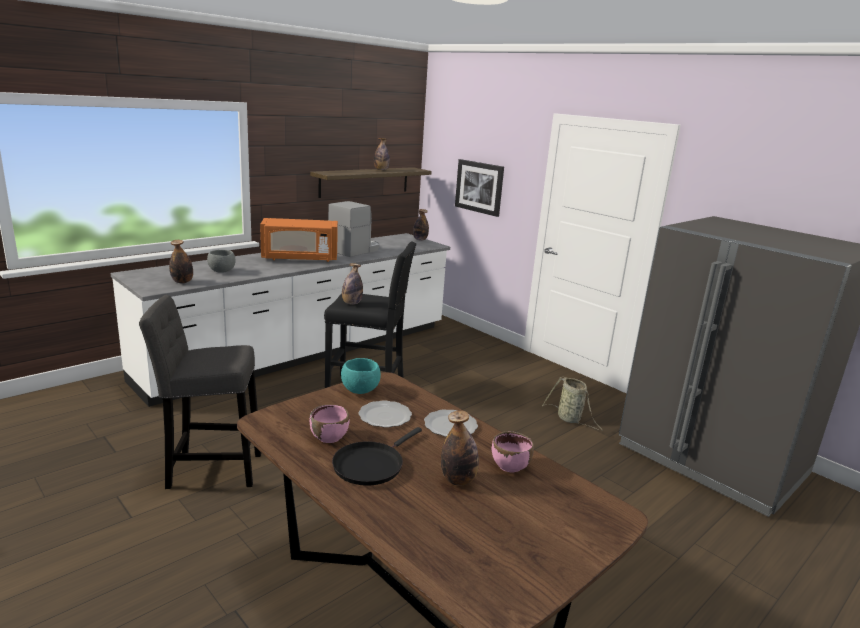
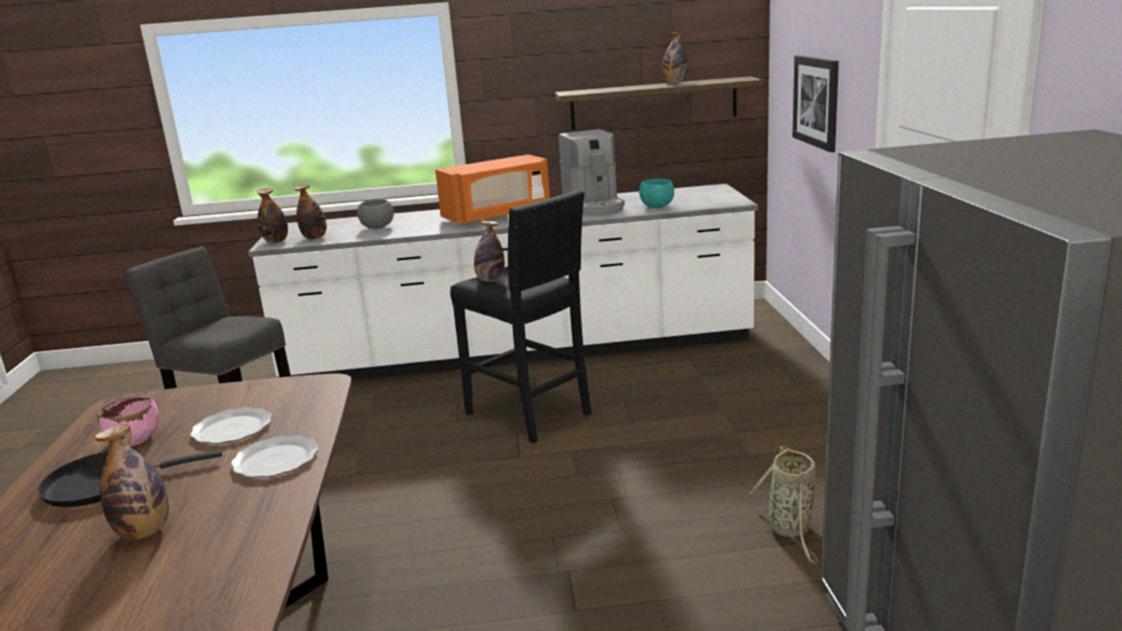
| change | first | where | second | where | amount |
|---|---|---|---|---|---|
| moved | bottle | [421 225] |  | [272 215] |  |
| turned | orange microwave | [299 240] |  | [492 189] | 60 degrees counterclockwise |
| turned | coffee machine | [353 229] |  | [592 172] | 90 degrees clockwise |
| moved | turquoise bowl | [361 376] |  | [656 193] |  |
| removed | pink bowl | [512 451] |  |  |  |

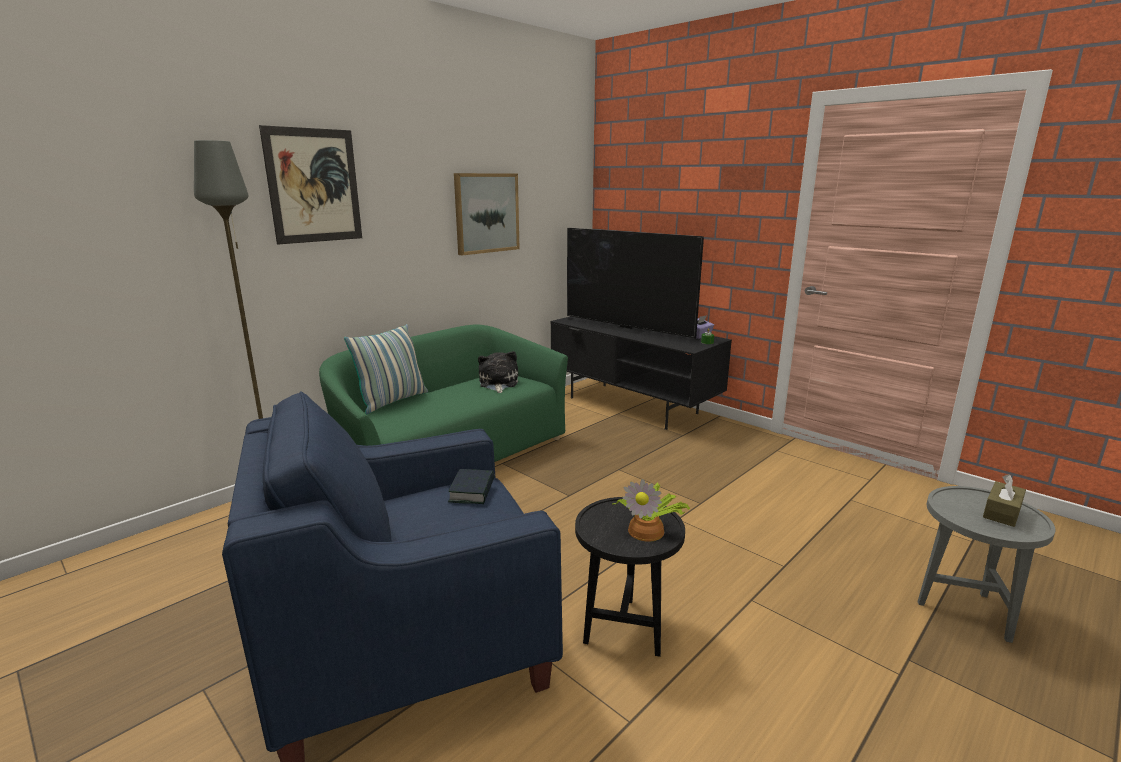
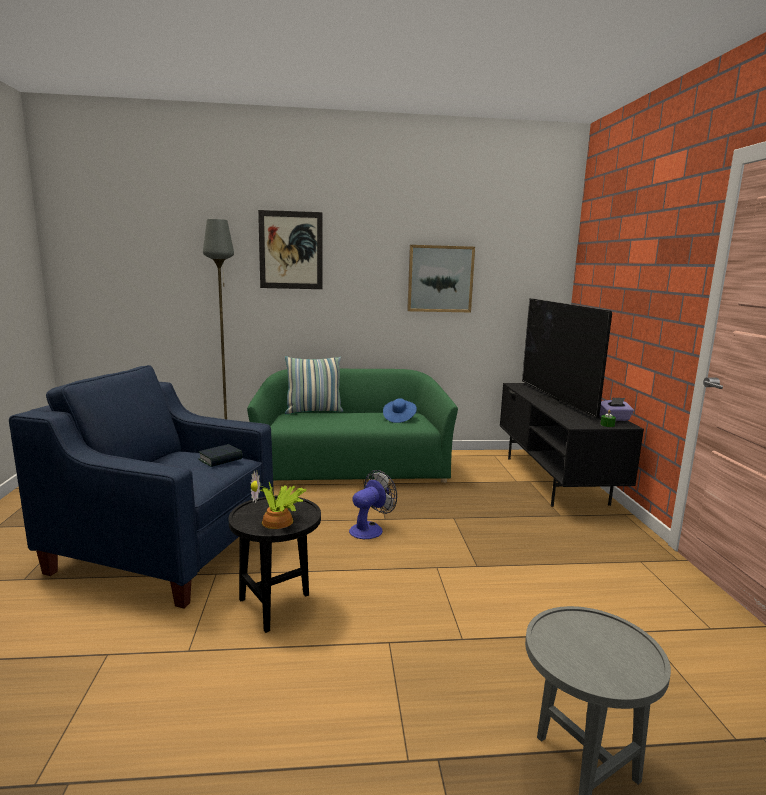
| change | first | where | second | where | amount |
|---|---|---|---|---|---|
| added |  |  | fan | [373 504] |  |
| replaced | plush toy | [498 372] | blue hat | [400 410] |  |
| removed | brown tissue box | [1004 500] |  |  |  |

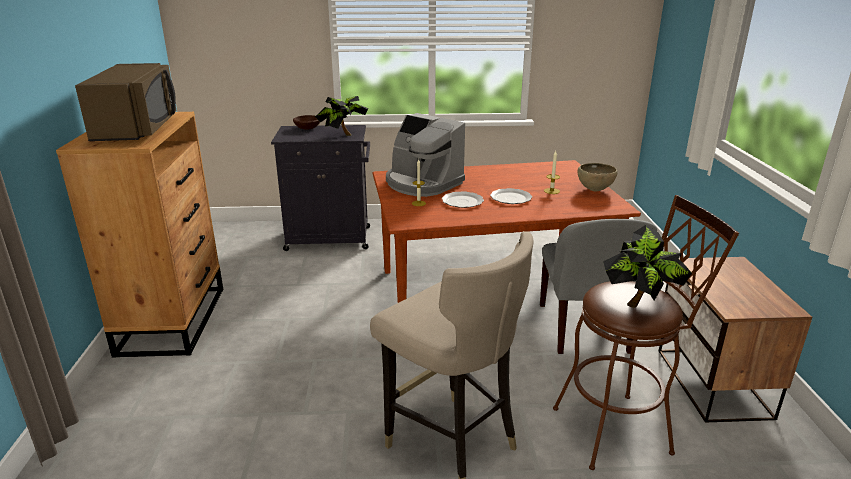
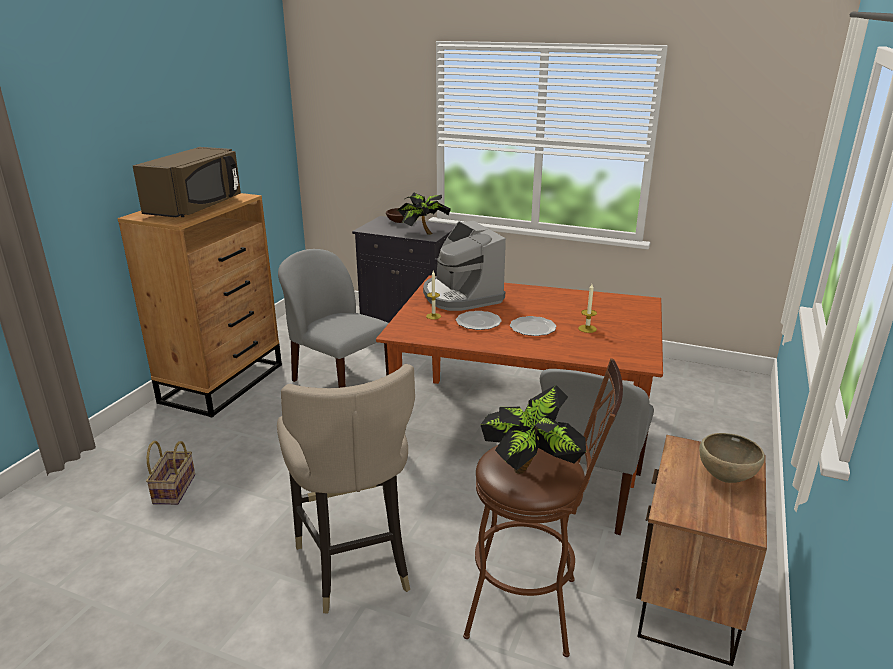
| change | first | where | second | where | amount |
|---|---|---|---|---|---|
| added |  |  | basket | [170 473] |  |
| added |  |  | grey chair | [333 318] |  |
| moved | brown bowl | [597 177] |  | [732 458] |  |

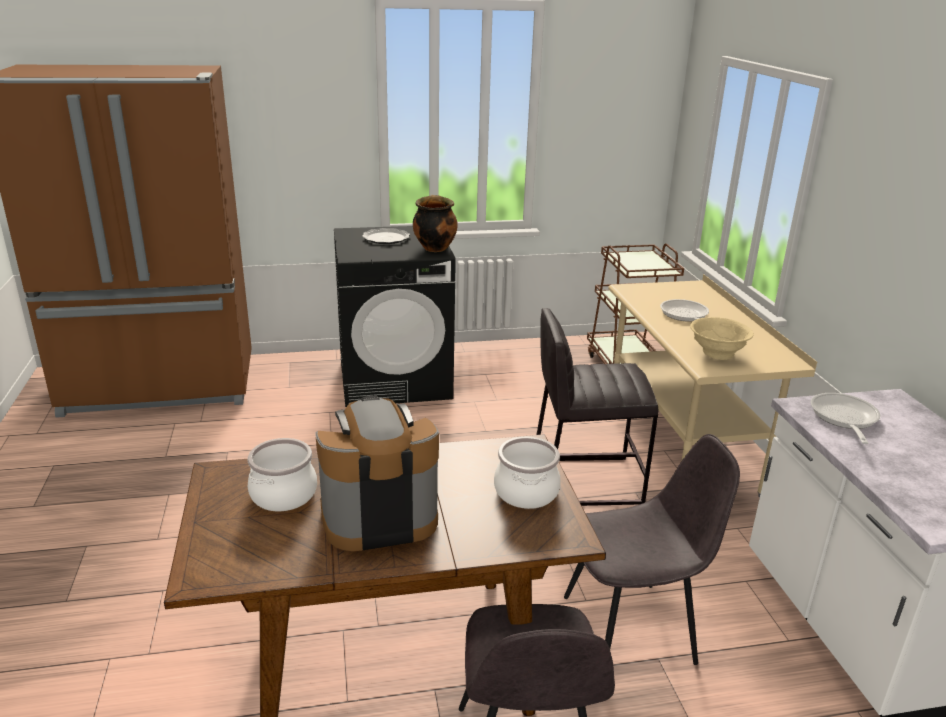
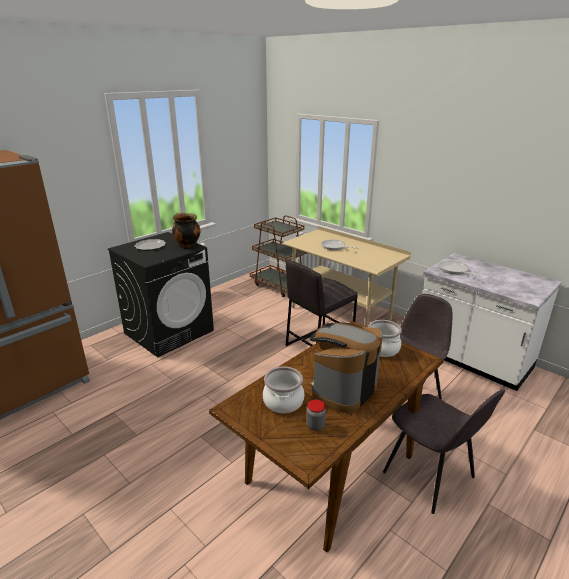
| change | first | where | second | where | amount |
|---|---|---|---|---|---|
| added |  |  | jar | [316 415] |  |
| removed | beige bowl | [722 338] |  |  |  |

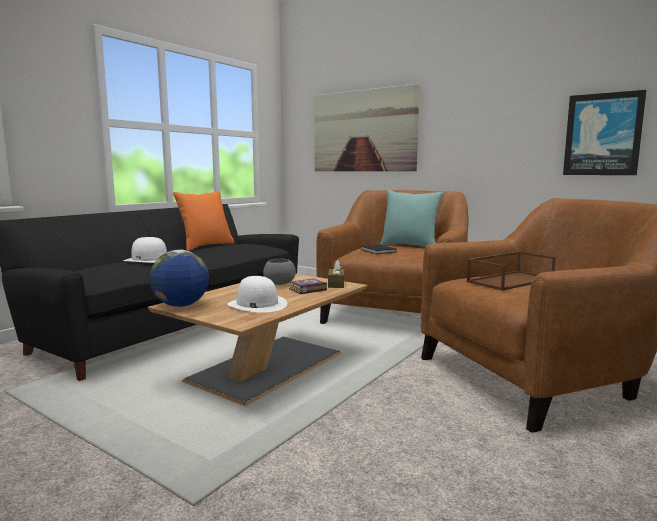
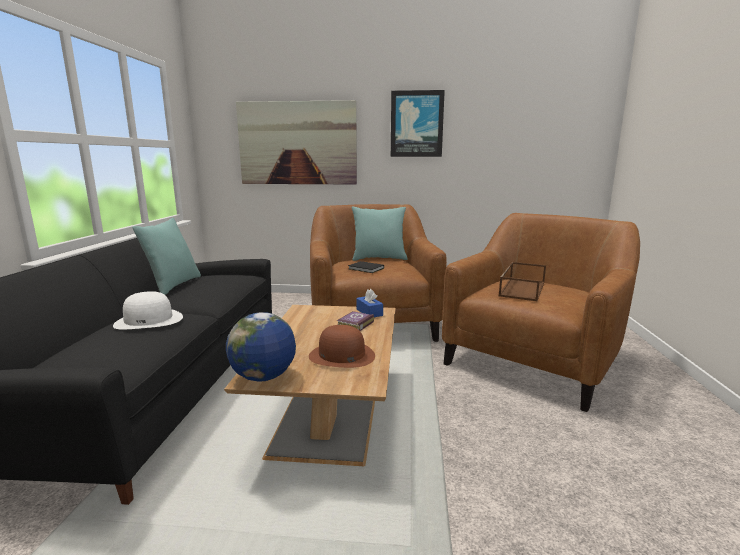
| change | first | where | second | where | amount |
|---|---|---|---|---|---|
| recoloured | orange pillow | [203 221] | turquoise pillow | [166 256] |  |
| recoloured | white hat | [257 294] | brown hat | [342 346] |  |
| recoloured | brown tissue box | [336 274] | blue tissue box | [369 303] |  |
| moved | picture | [604 132] |  | [418 123] |  |
| removed | grey bowl | [279 272] |  |  |  |

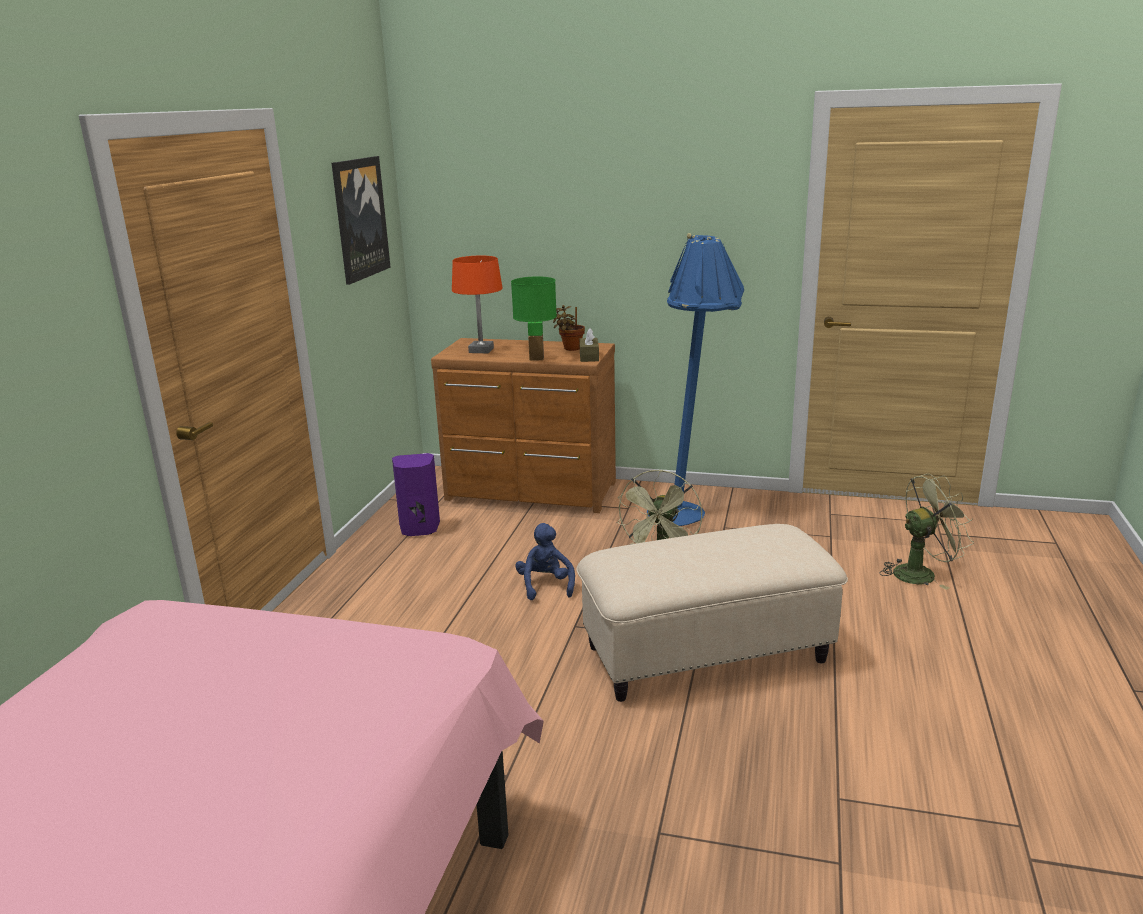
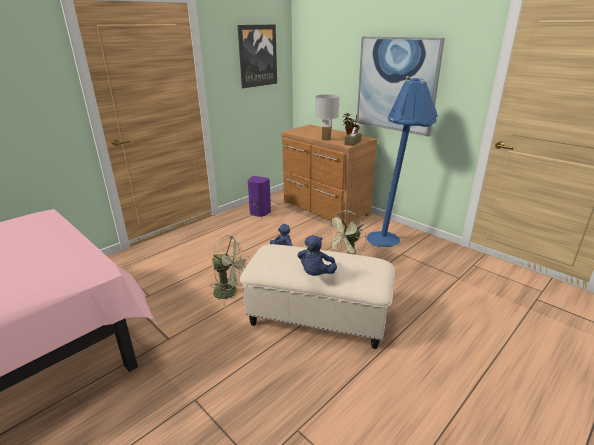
| change | first | where | second | where | amount |
|---|---|---|---|---|---|
| moved | green fan | [926 532] |  | [230 270] |  |
| added |  |  | blue plush toy | [317 255] |  |
| recoloured | green table lamp | [534 318] | white table lamp | [327 117] |  |
| added |  |  | picture | [401 86] |  |
| removed | orange table lamp | [477 304] |  |  |  |

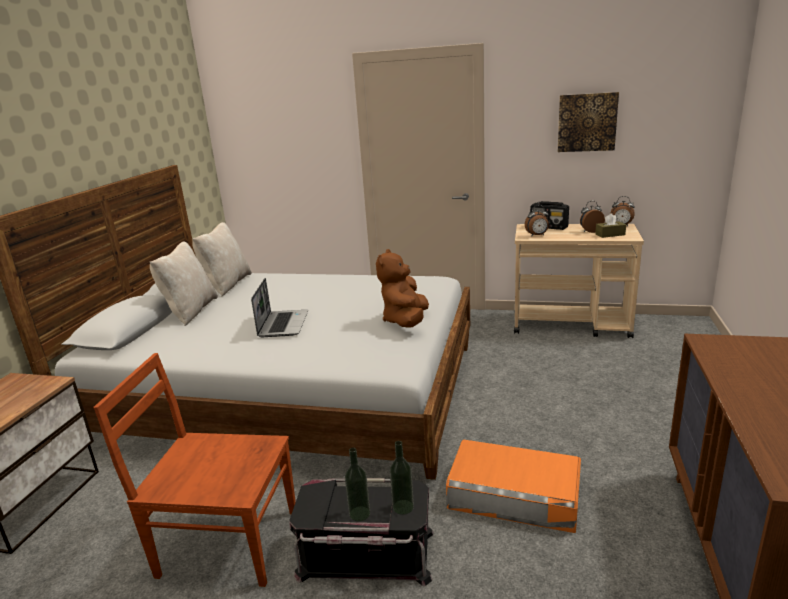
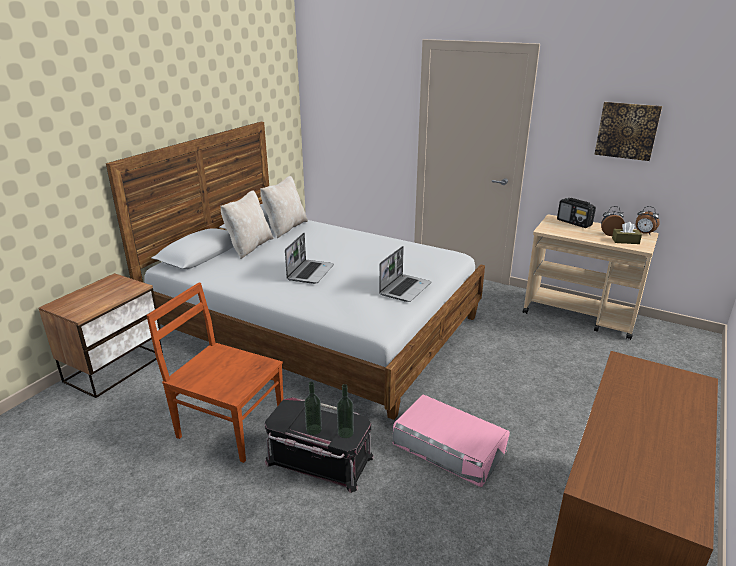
| change | first | where | second | where | amount |
|---|---|---|---|---|---|
| replaced | brown plush toy | [402 288] | laptop | [405 274] |  |
| recoloured | orange storage box | [513 486] | pink storage box | [451 441] |  |
| removed | alarm clock | [537 220] |  |  |  |

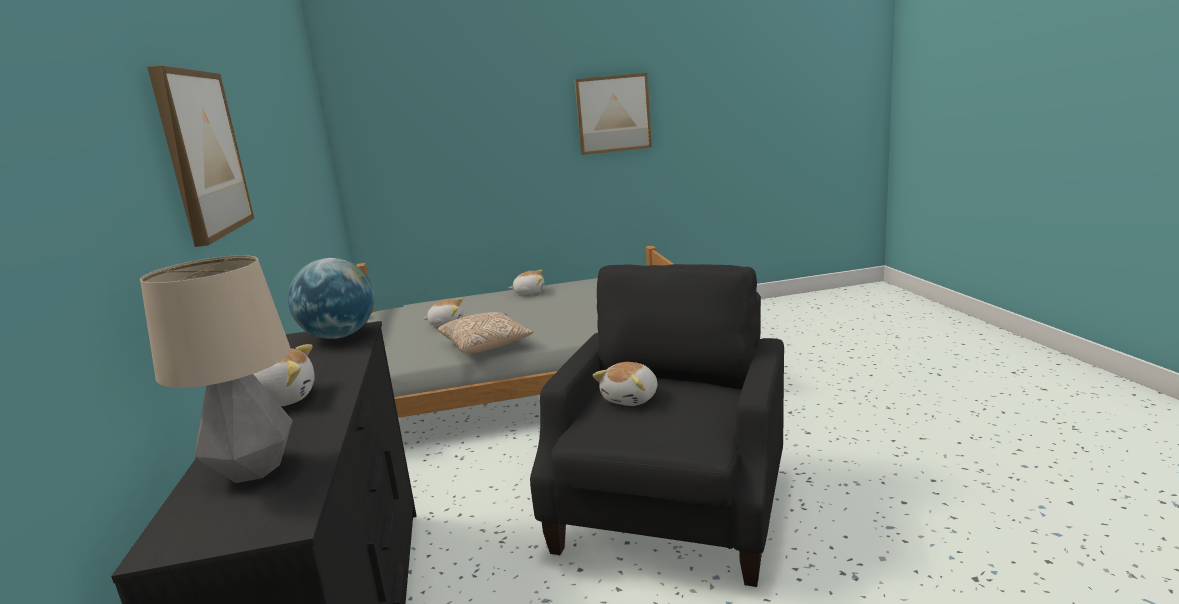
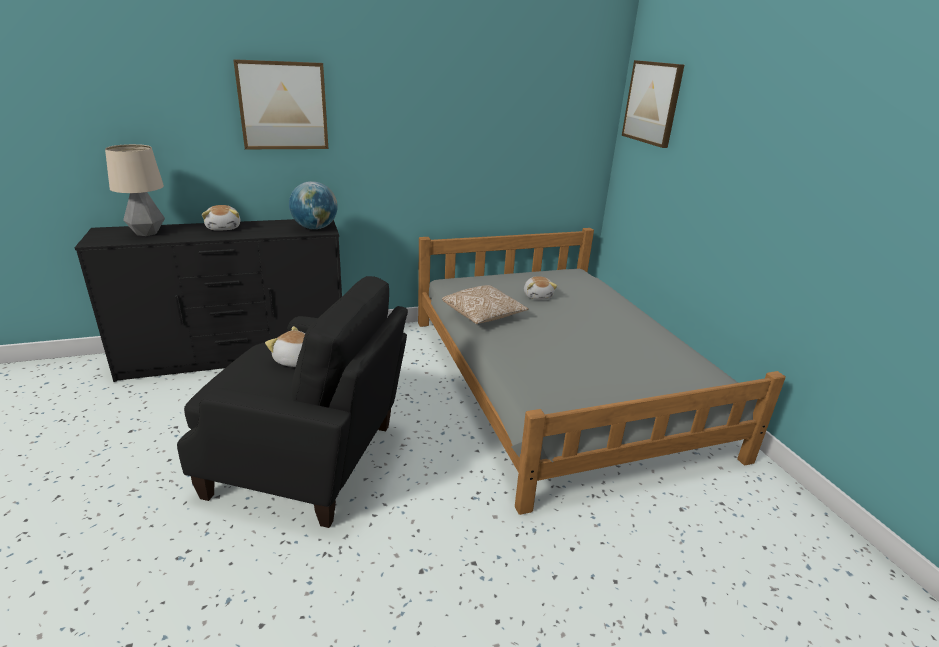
| change | first | where | second | where | amount |
|---|---|---|---|---|---|
| moved | picture | [613 114] |  | [653 104] |  |
| removed | plush toy | [526 282] |  |  |  |

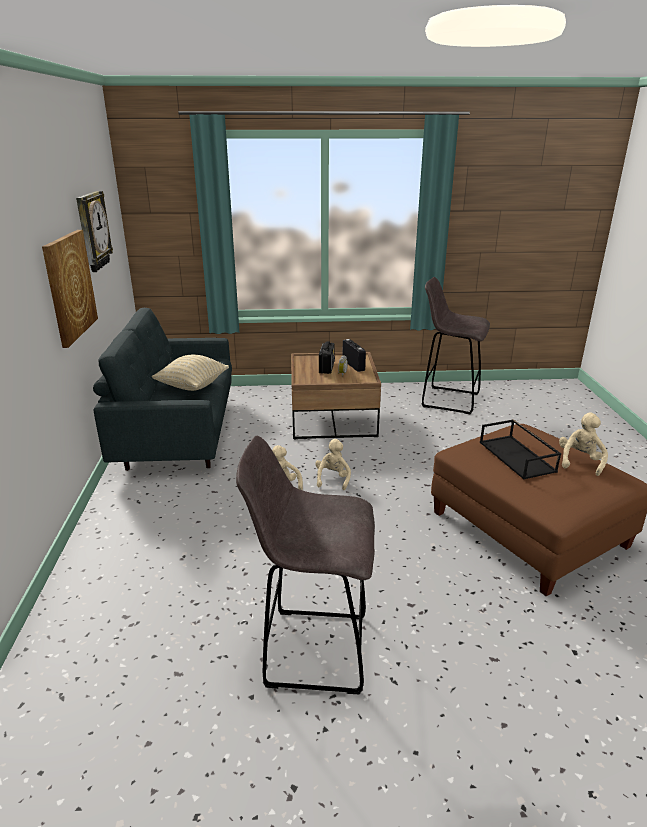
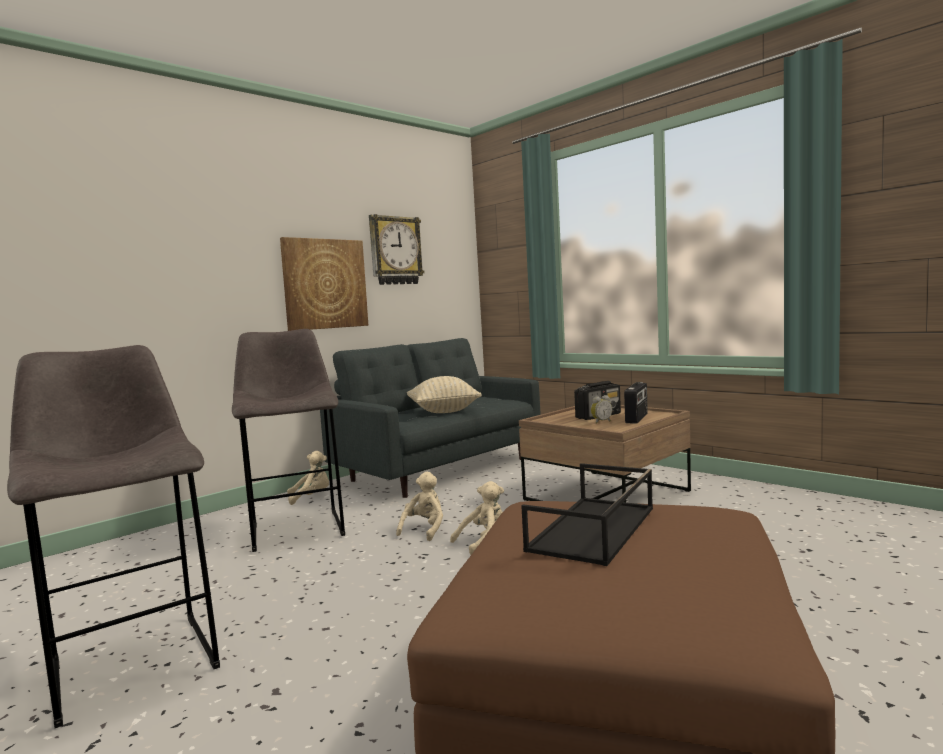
| change | first | where | second | where | amount |
|---|---|---|---|---|---|
| moved | grey stool | [456 346] |  | [288 440] |  |
| moved | beige plush toy | [583 444] |  | [308 478] |  |

